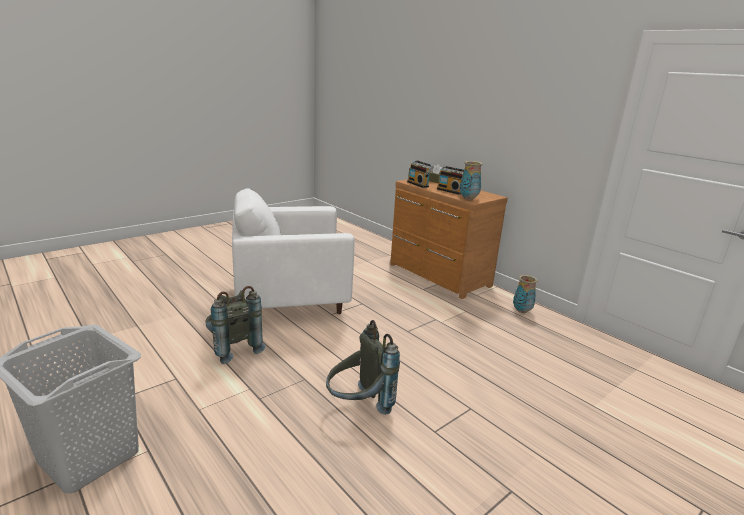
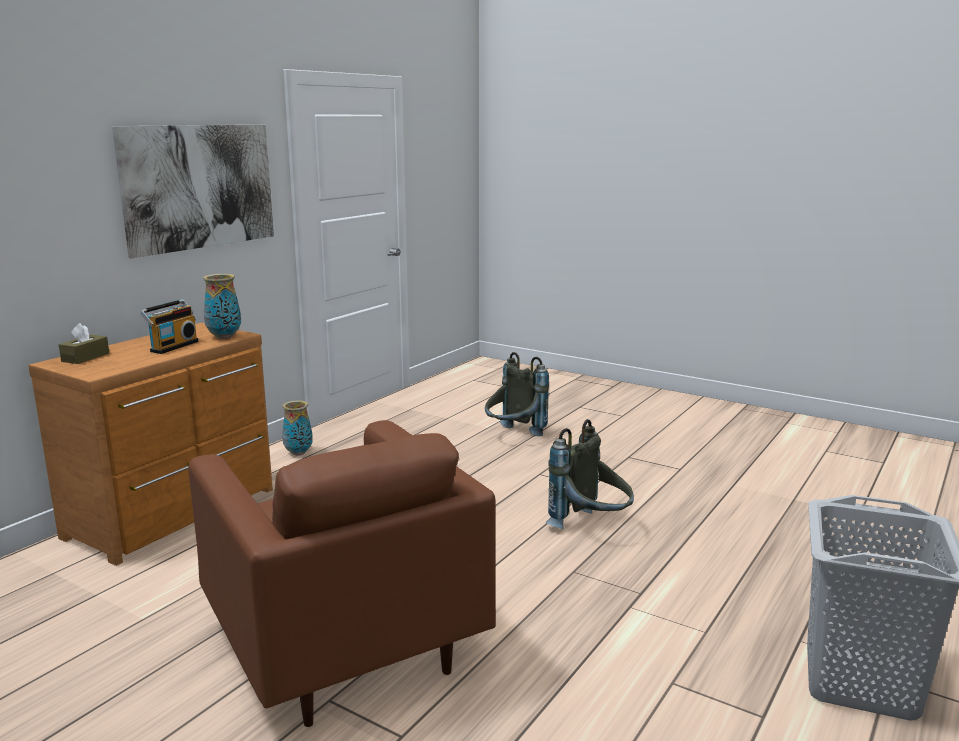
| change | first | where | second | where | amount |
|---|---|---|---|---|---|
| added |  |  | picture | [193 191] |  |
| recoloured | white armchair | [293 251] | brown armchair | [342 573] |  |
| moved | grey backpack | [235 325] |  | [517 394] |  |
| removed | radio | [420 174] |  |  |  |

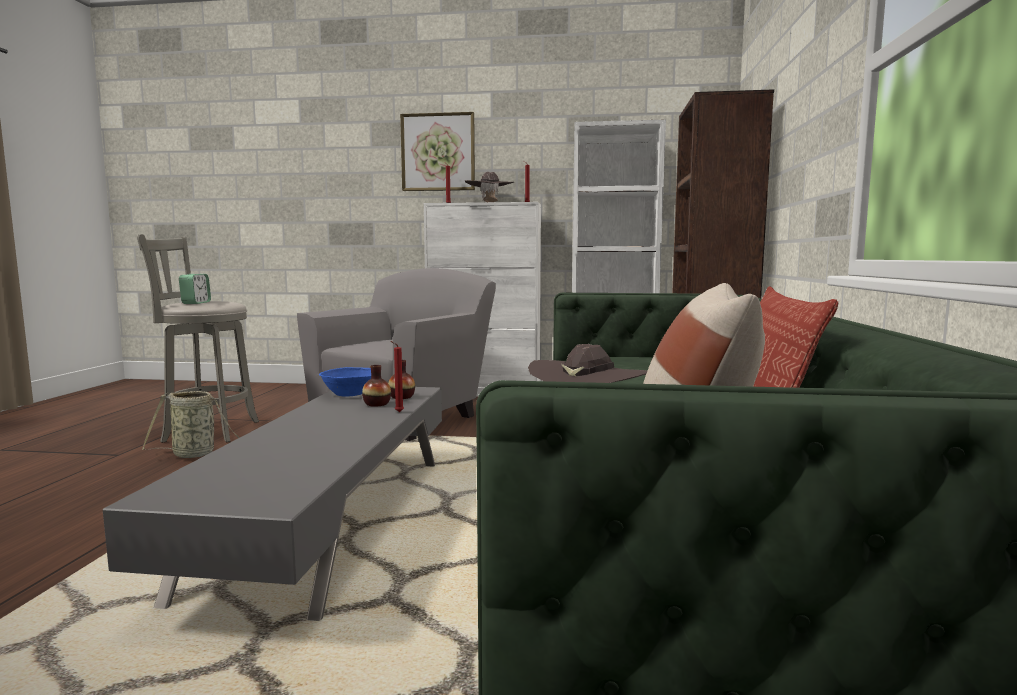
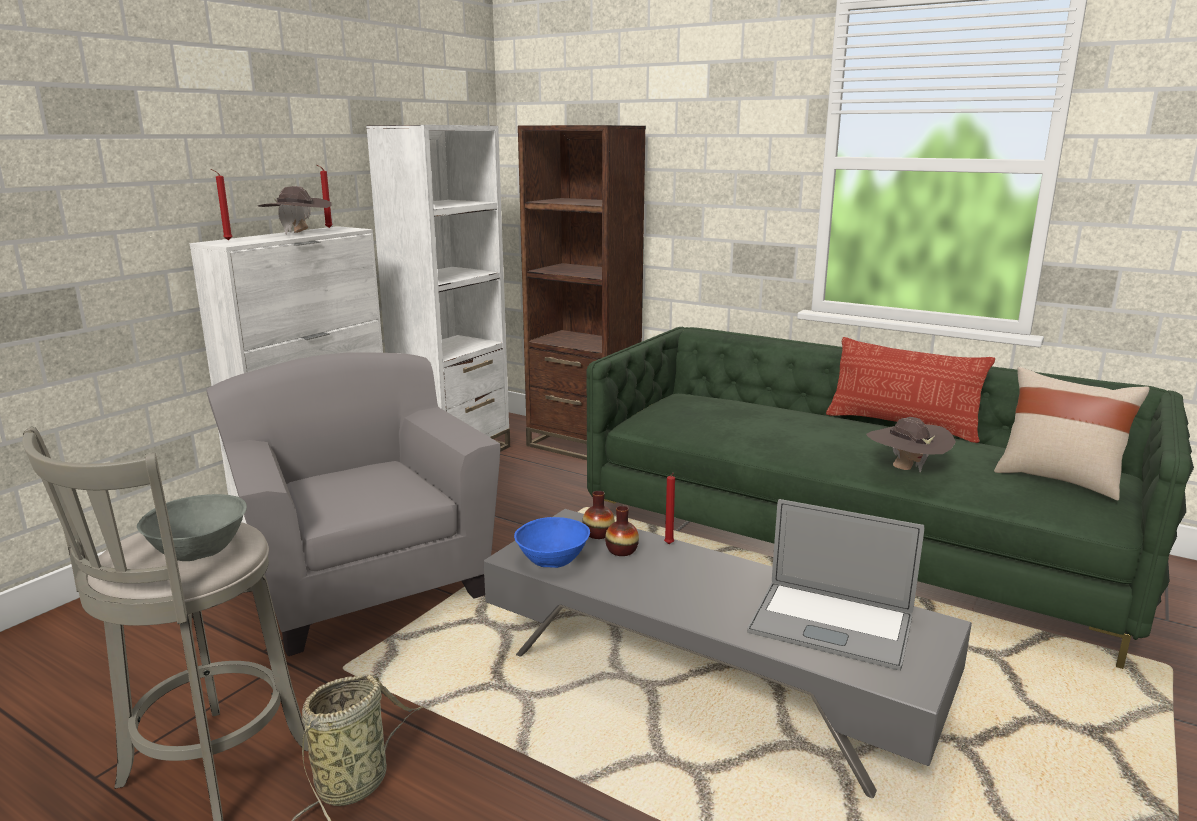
| change | first | where | second | where | amount |
|---|---|---|---|---|---|
| replaced | alarm clock | [195 289] | grey bowl | [192 527] |  |
| added |  |  | laptop | [835 585] |  |
| removed | picture | [437 151] |  |  |  |

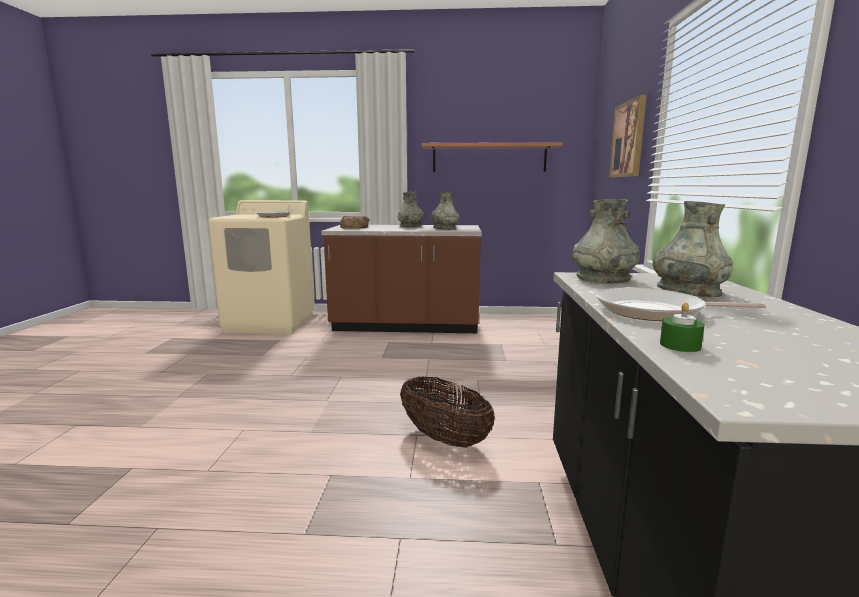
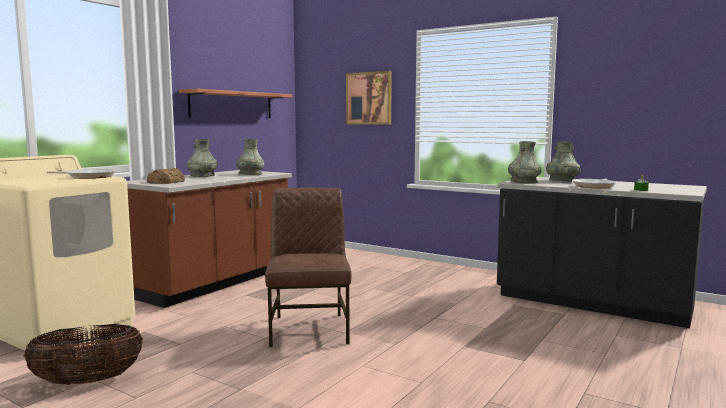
| change | first | where | second | where | amount |
|---|---|---|---|---|---|
| moved | basket | [447 412] |  | [83 354] |  |
| added |  |  | brown chair | [308 267] |  |

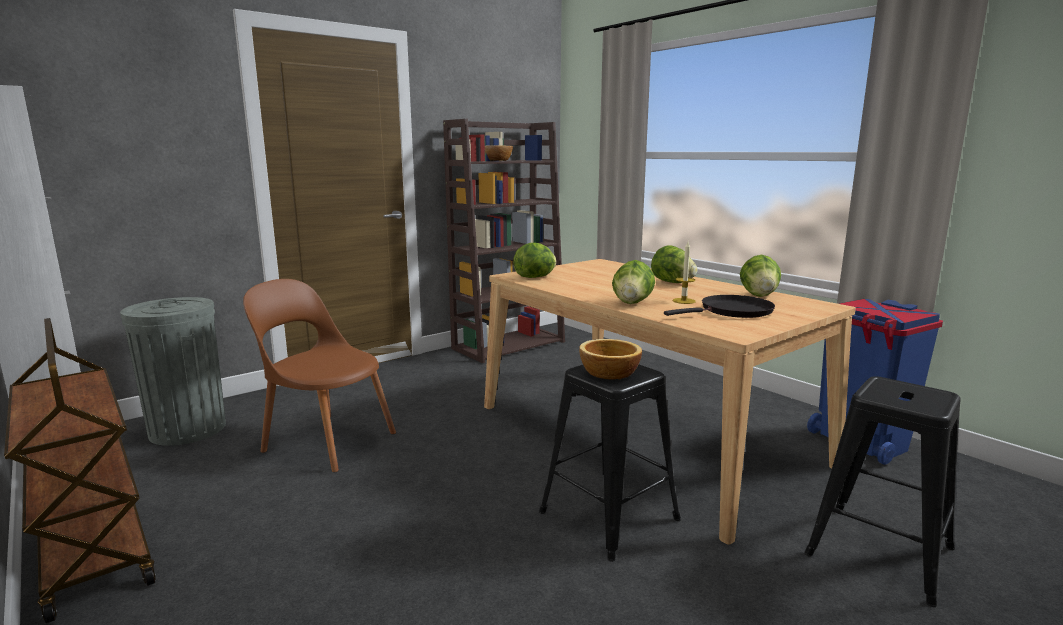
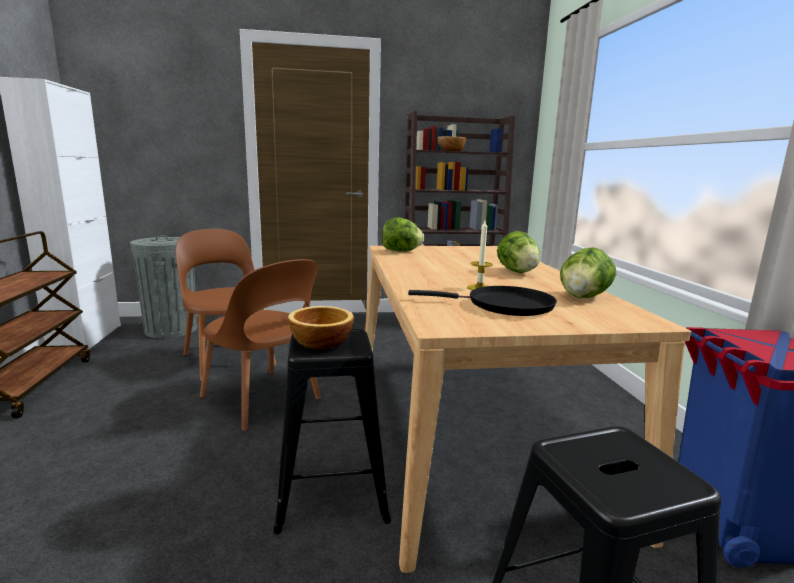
| change | first | where | second | where | amount |
|---|---|---|---|---|---|
| added |  |  | brown chair | [260 345] |  |
| removed | lettuce | [633 282] |  |  |  |

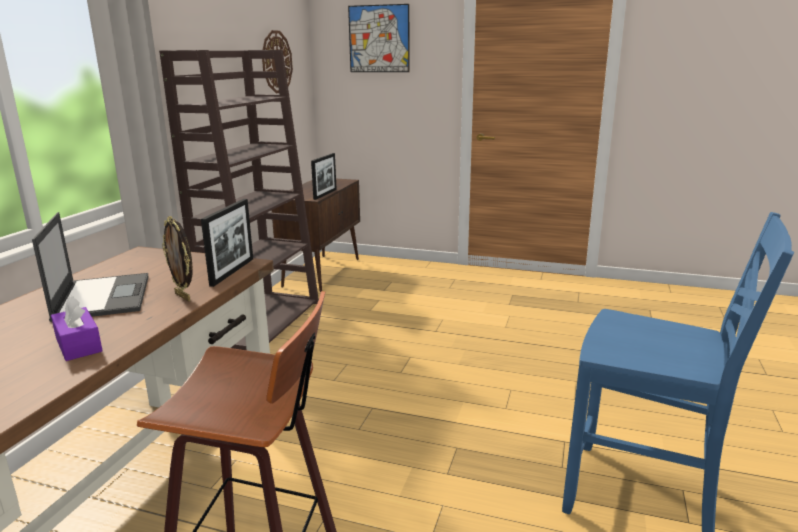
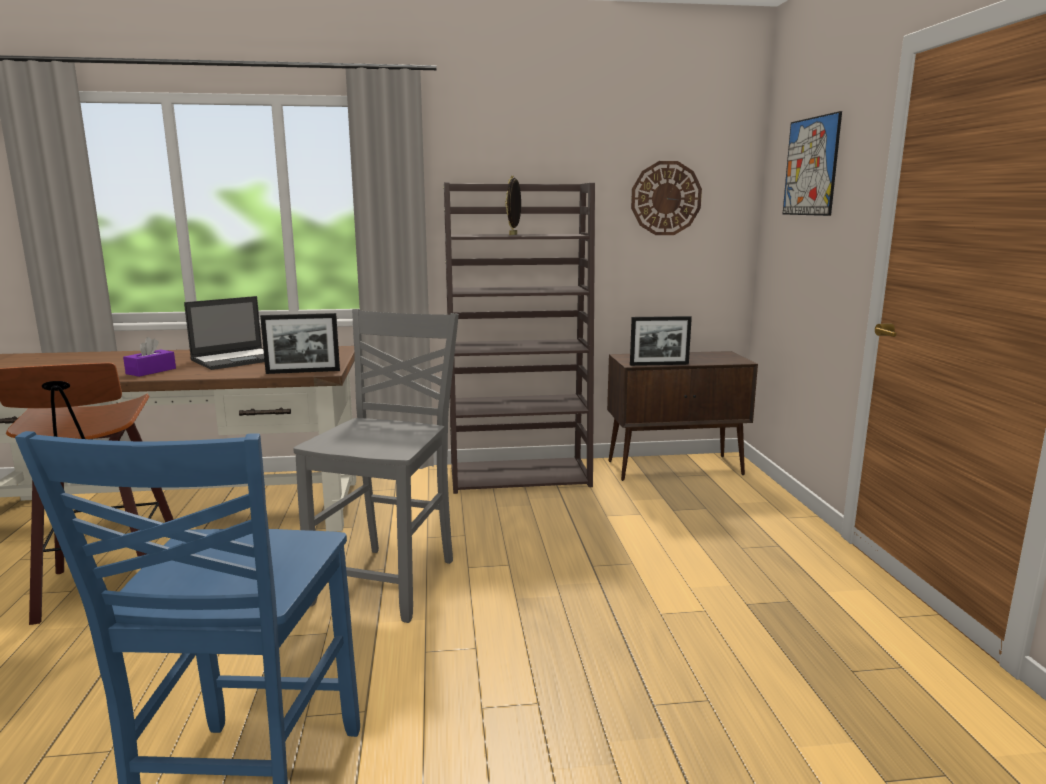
| change | first | where | second | where | amount |
|---|---|---|---|---|---|
| added |  |  | grey chair | [376 466] |  |
| moved | picture frame | [177 258] |  | [513 205] |  |

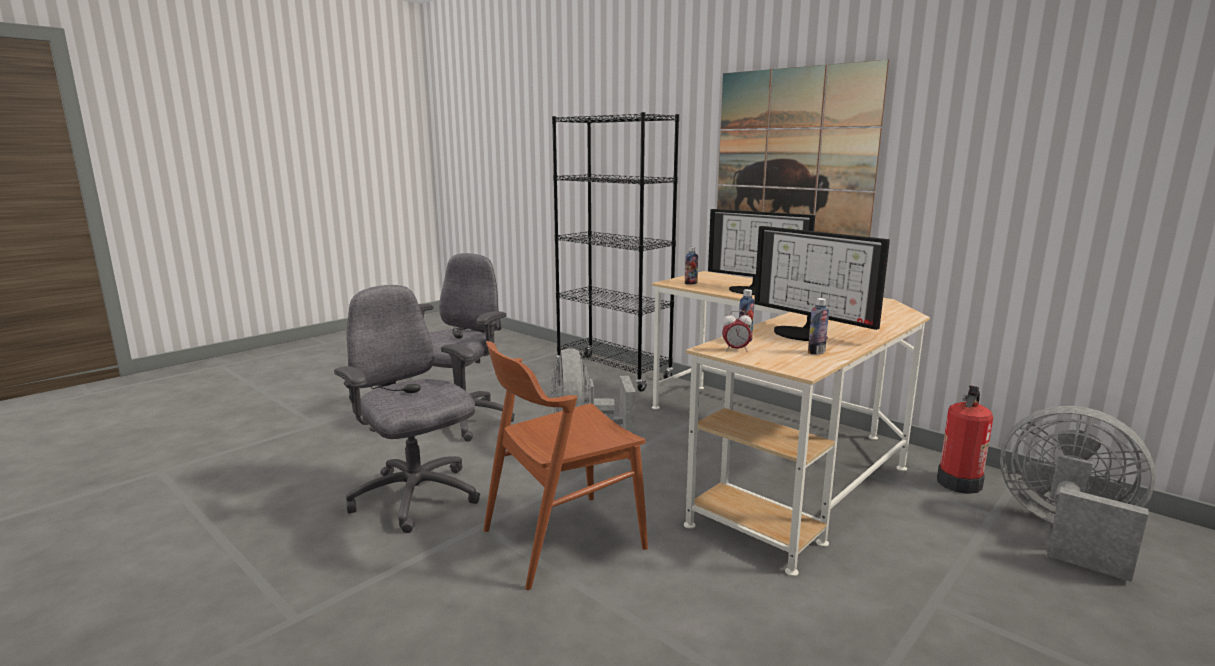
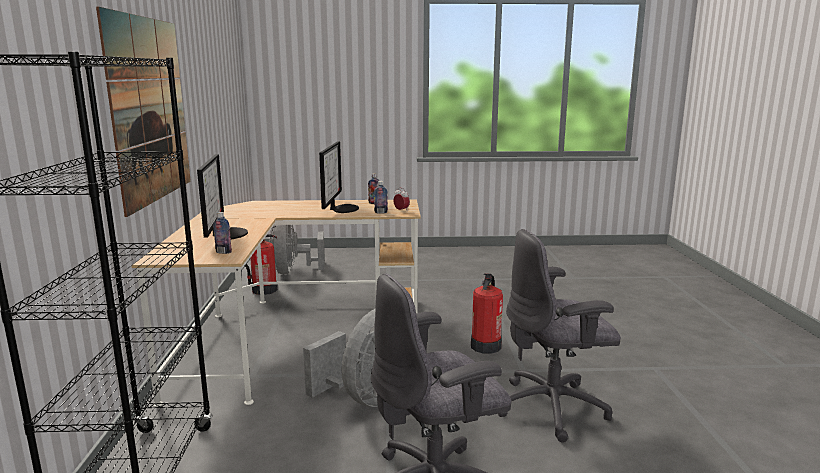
| change | first | where | second | where | amount |
|---|---|---|---|---|---|
| replaced | brown chair | [565 465] | fire extinguisher | [487 313] |  |
| turned | grey office chair | [407 409] |  | [559 336] | 75 degrees clockwise |

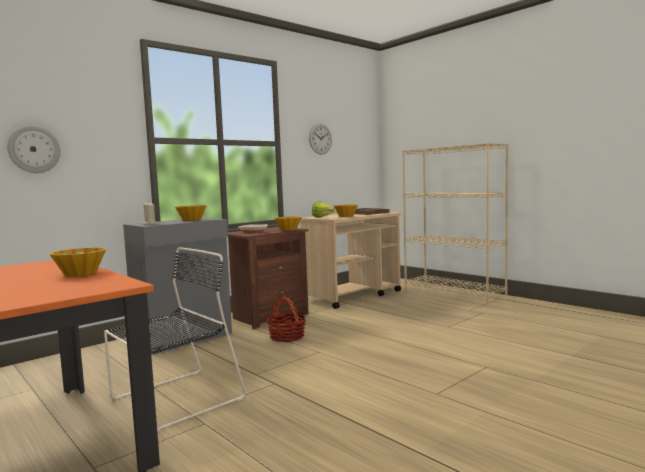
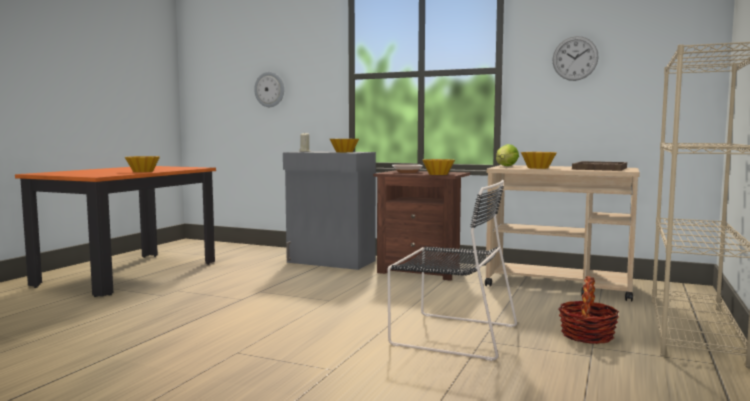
| change | first | where | second | where | amount |
|---|---|---|---|---|---|
| moved | black chair | [175 339] |  | [452 270] |  |
| moved | basket | [286 319] |  | [588 310] |  |

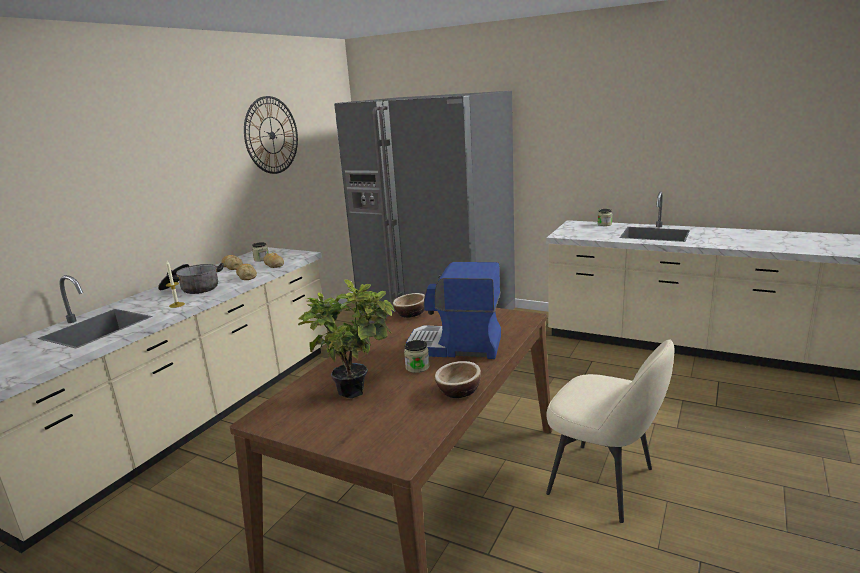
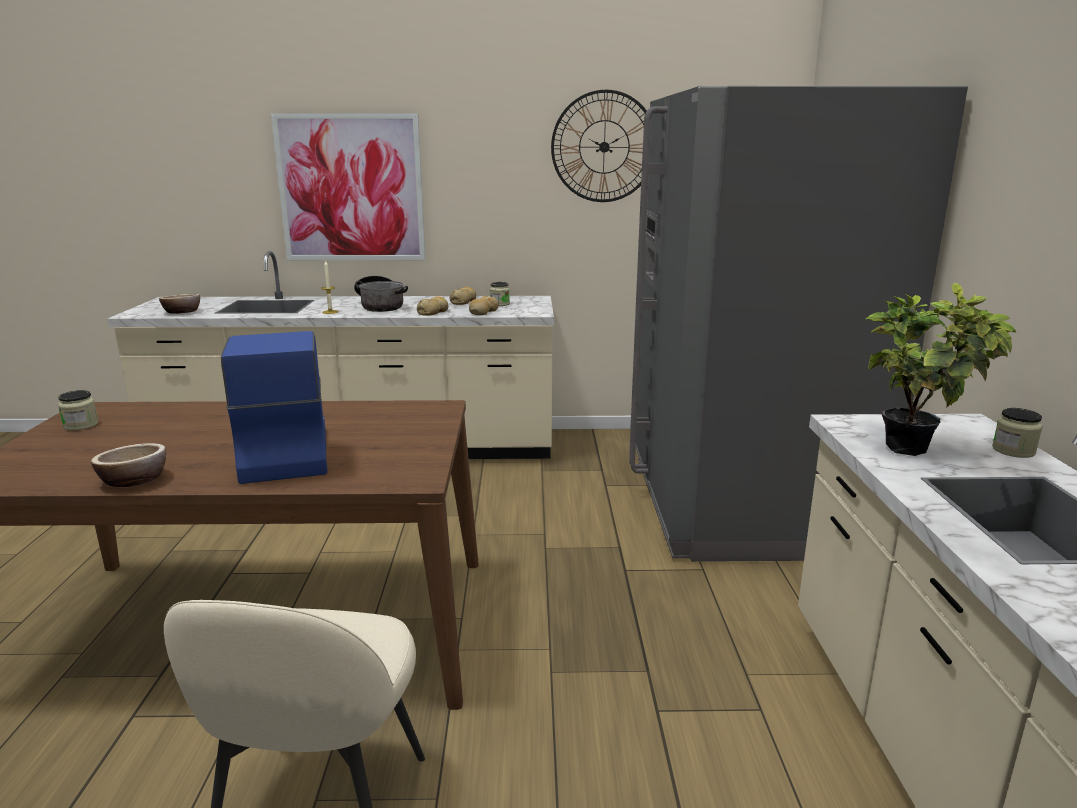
| change | first | where | second | where | amount |
|---|---|---|---|---|---|
| moved | jar | [417 356] |  | [78 410] |  |
| moved | bowl | [409 305] |  | [179 304] |  |
| added |  |  | picture | [348 186] |  |
| moved | potted plant | [346 339] |  | [941 369] |  |

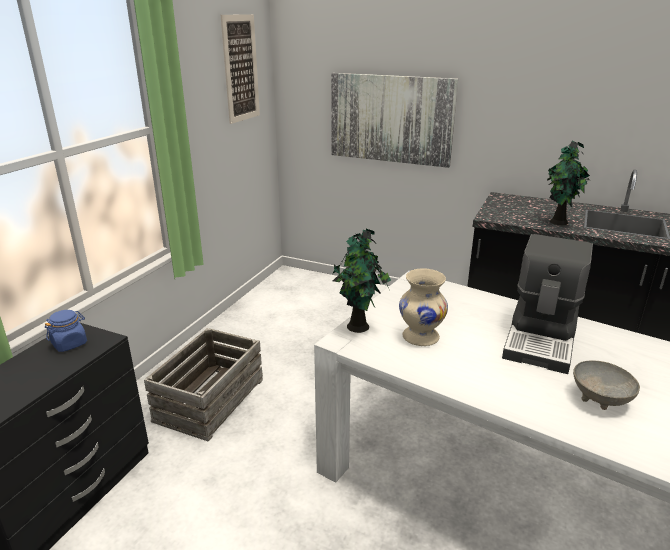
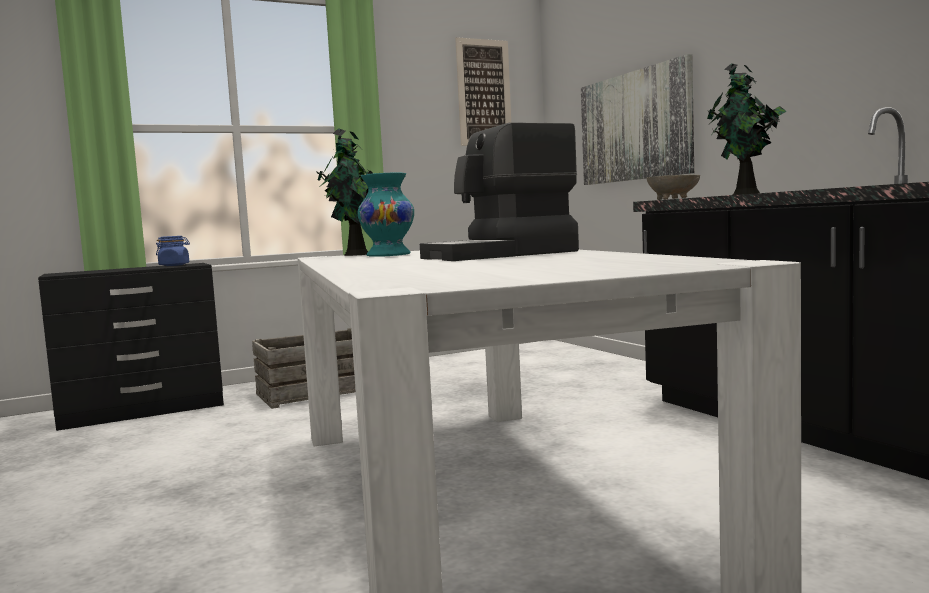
| change | first | where | second | where | amount |
|---|---|---|---|---|---|
| recoloured | beige vase | [423 307] | turquoise vase | [385 215] |  |
| moved | grey bowl | [606 385] |  | [673 187] |  |

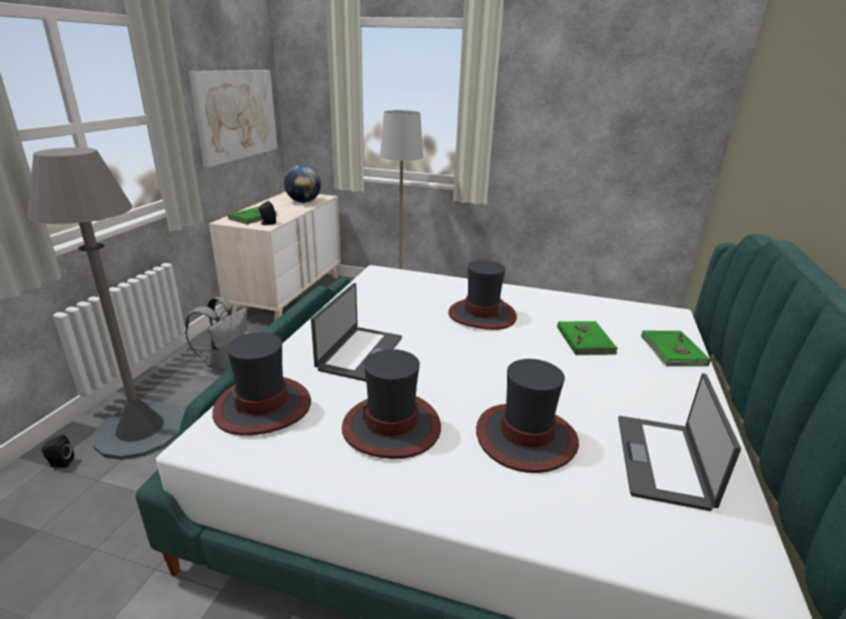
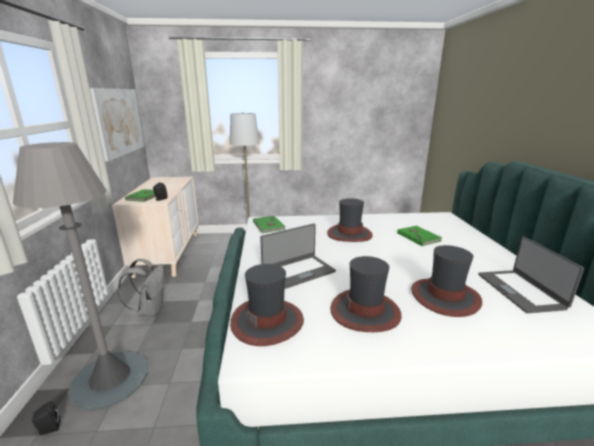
| change | first | where | second | where | amount |
|---|---|---|---|---|---|
| moved | green book | [675 348] |  | [269 224] |  |
| turned | laptop | [356 332] |  | [298 256] | 60 degrees clockwise |
| removed | globe | [302 184] |  |  |  |

